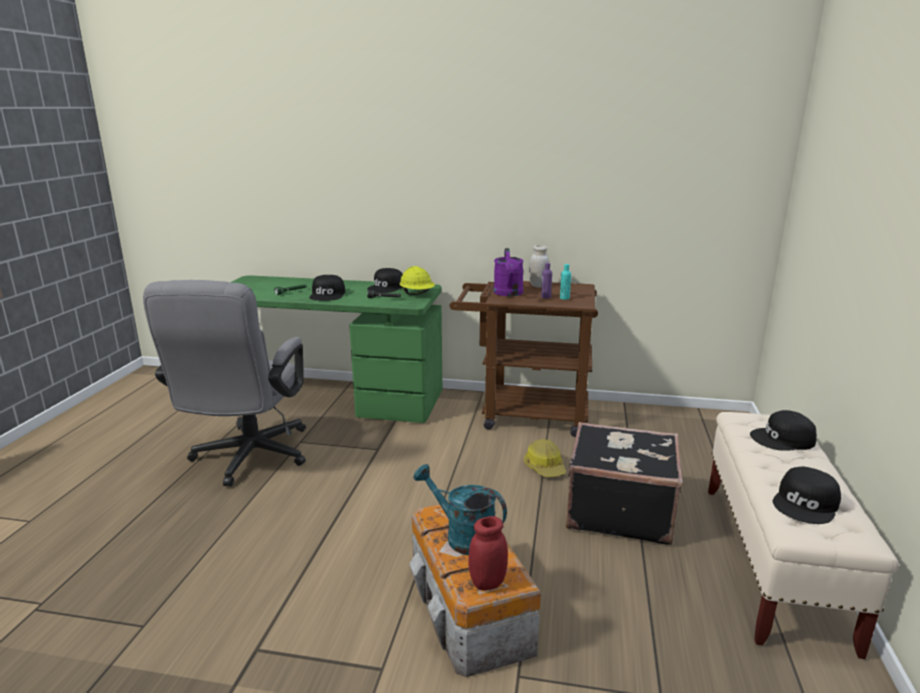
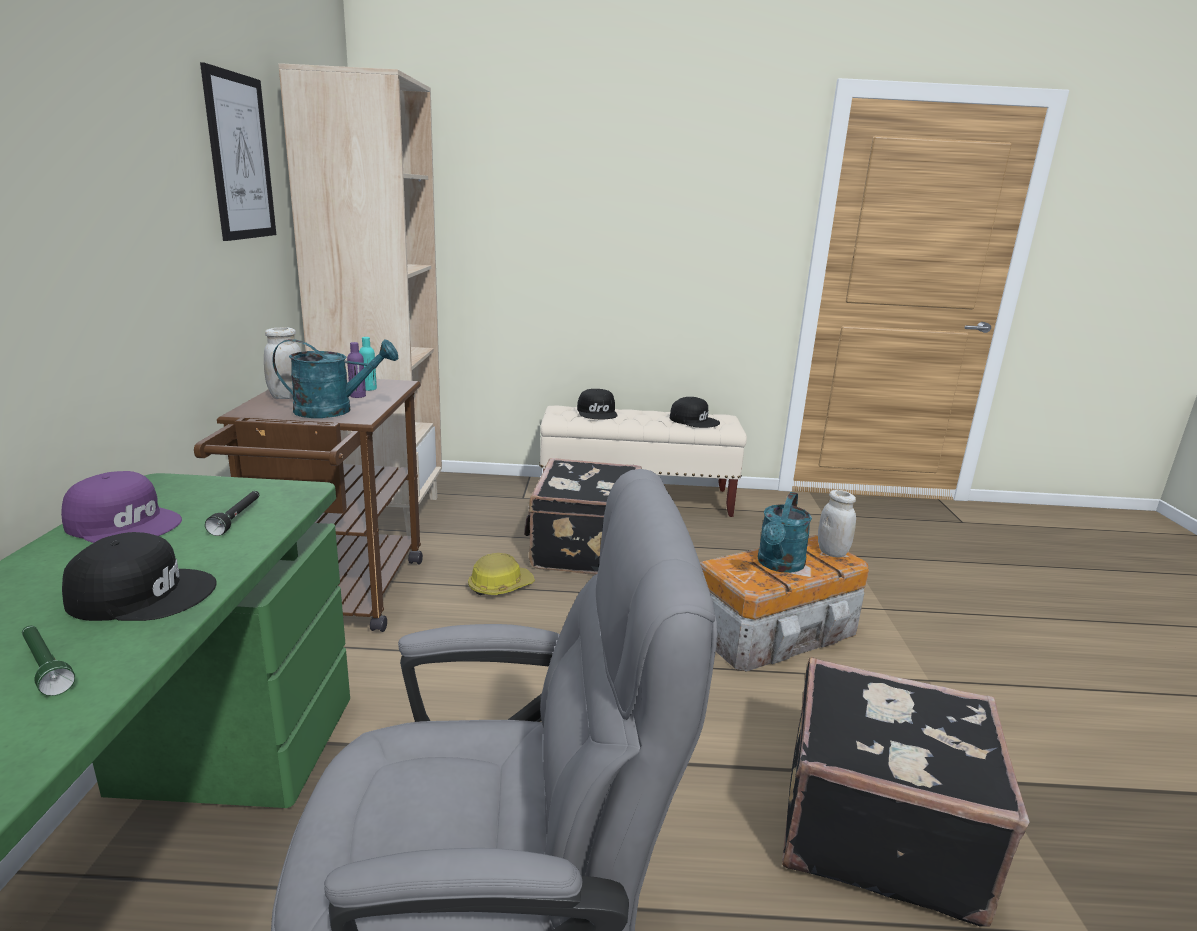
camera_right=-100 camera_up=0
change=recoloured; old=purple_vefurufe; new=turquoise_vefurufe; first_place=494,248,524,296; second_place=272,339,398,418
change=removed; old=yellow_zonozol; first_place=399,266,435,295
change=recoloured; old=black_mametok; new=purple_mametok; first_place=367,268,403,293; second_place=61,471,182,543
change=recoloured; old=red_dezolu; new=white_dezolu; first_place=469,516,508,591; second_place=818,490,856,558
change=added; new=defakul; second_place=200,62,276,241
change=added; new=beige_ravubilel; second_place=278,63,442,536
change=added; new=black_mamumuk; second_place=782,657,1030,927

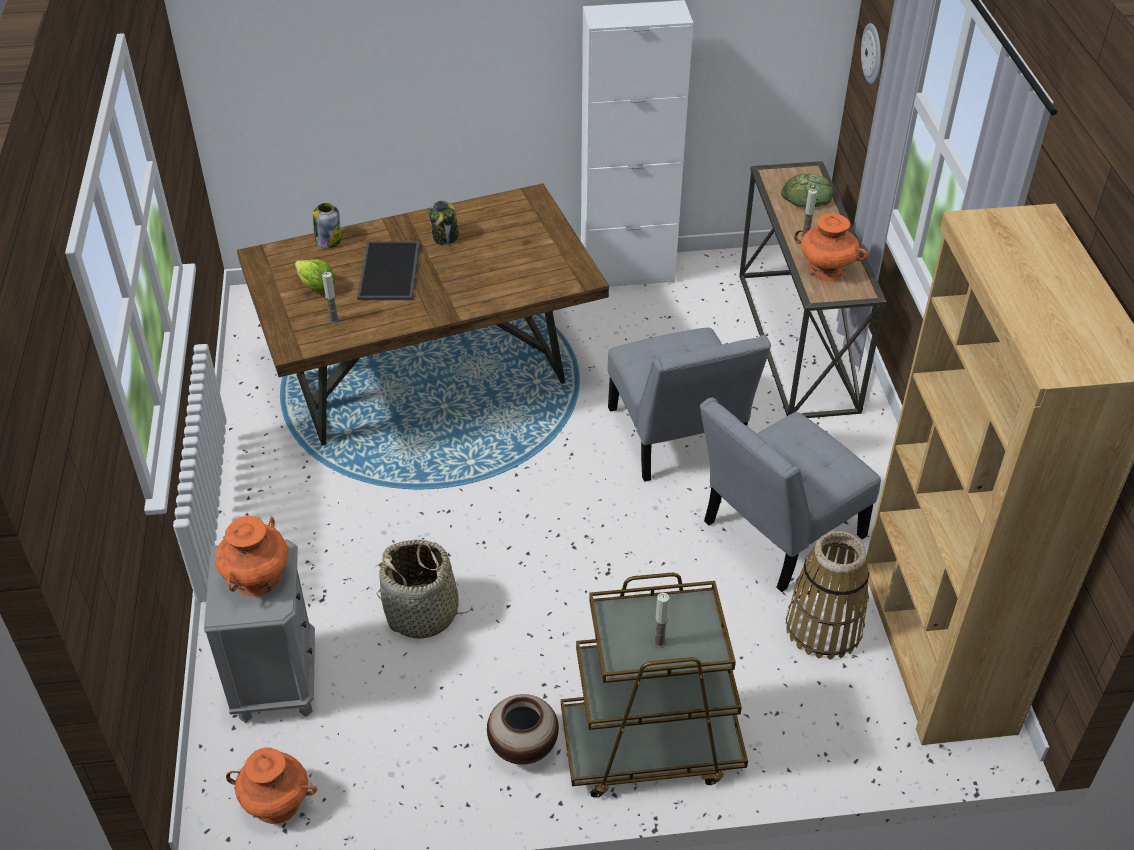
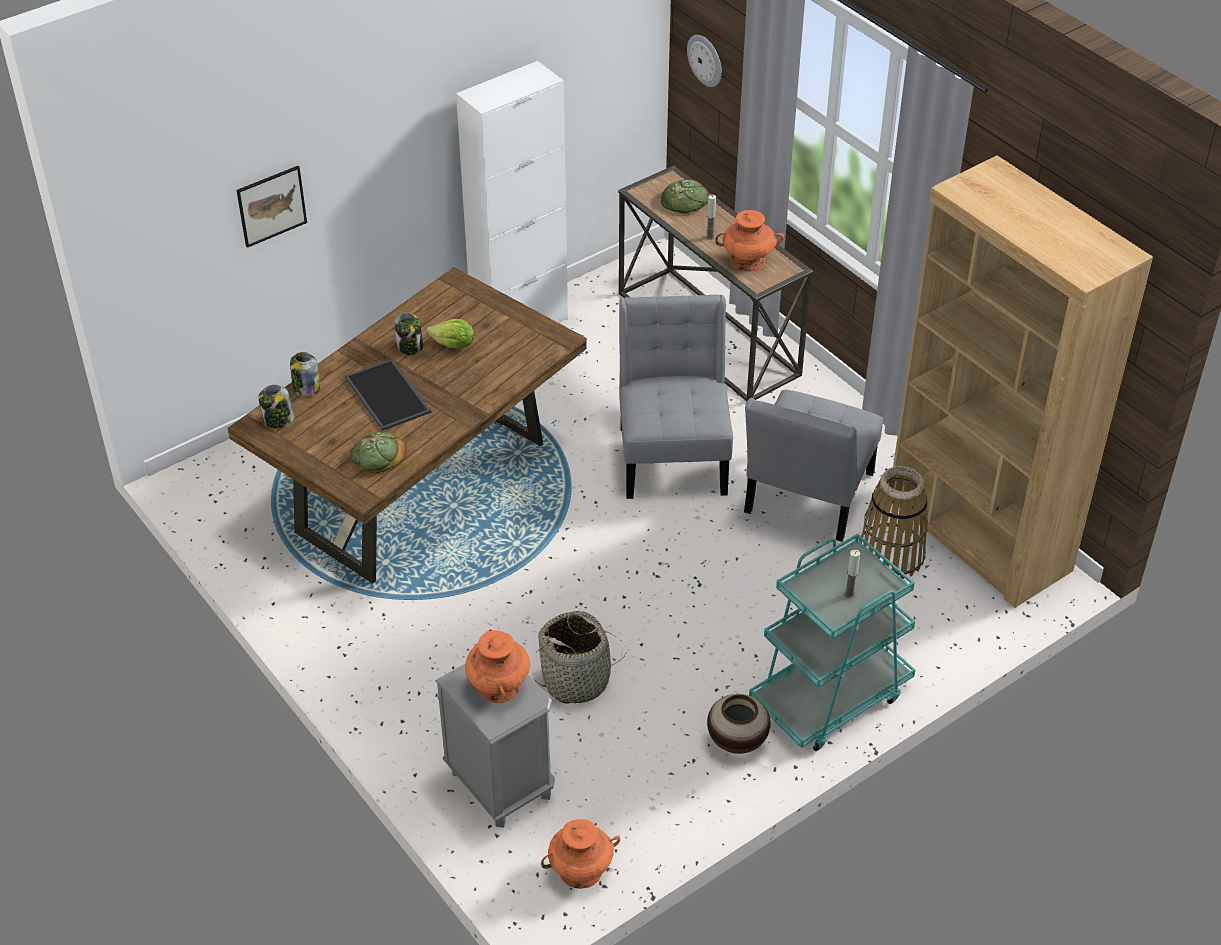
camera_right=-30 camera_up=0
change=moved; old=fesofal; first_place=295,260,335,292; second_place=427,319,474,349
change=replaced; old=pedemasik; new=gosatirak; first_place=322,272,339,323; second_place=350,431,407,474
change=turned; old=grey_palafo; first_place=608,328,771,482; second_place=619,295,733,499; degrees=-135
change=recoloured; old=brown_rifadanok; new=turquoise_rifadanok; first_place=561,573,748,798; second_place=749,533,915,751
change=added; new=defakul; second_place=237,166,307,248
change=added; new=dezolu; second_place=258,385,294,429

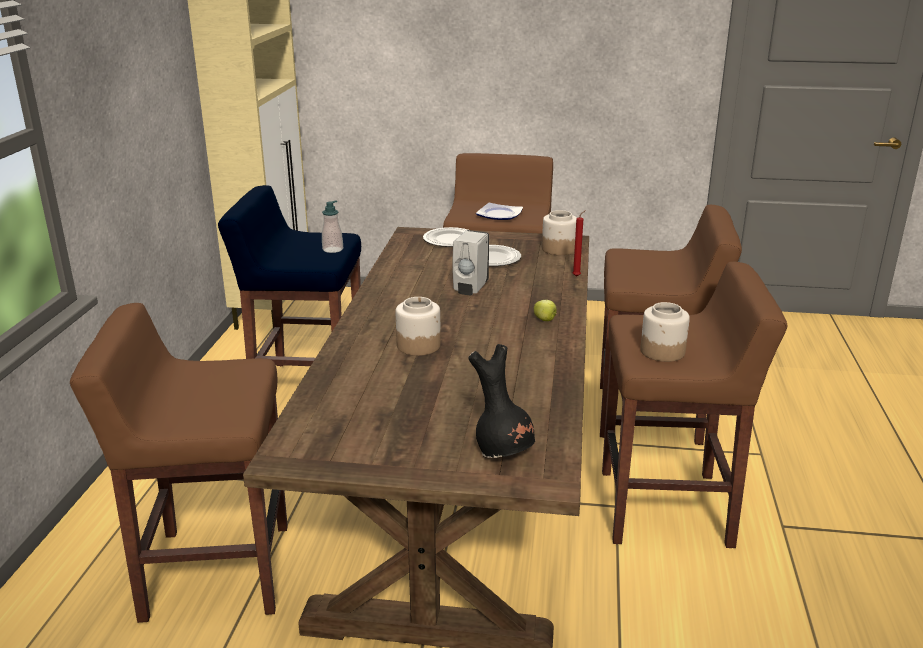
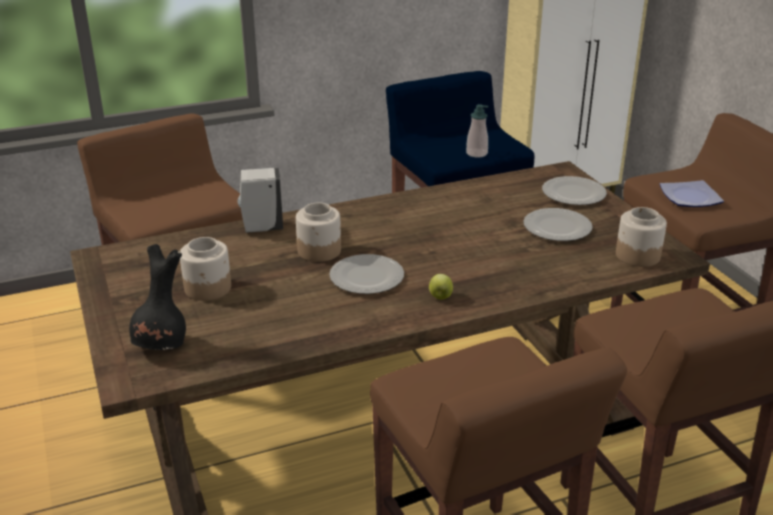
camera_right=60 camera_up=5
change=removed; old=red_pedemasik; first_place=573,210,586,277
change=moved; old=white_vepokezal; first_place=452,230,489,296; second_place=237,168,283,233
change=moved; old=dezolu; first_place=640,302,690,362; second_place=180,237,231,301
change=added; new=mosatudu; second_place=329,254,404,294

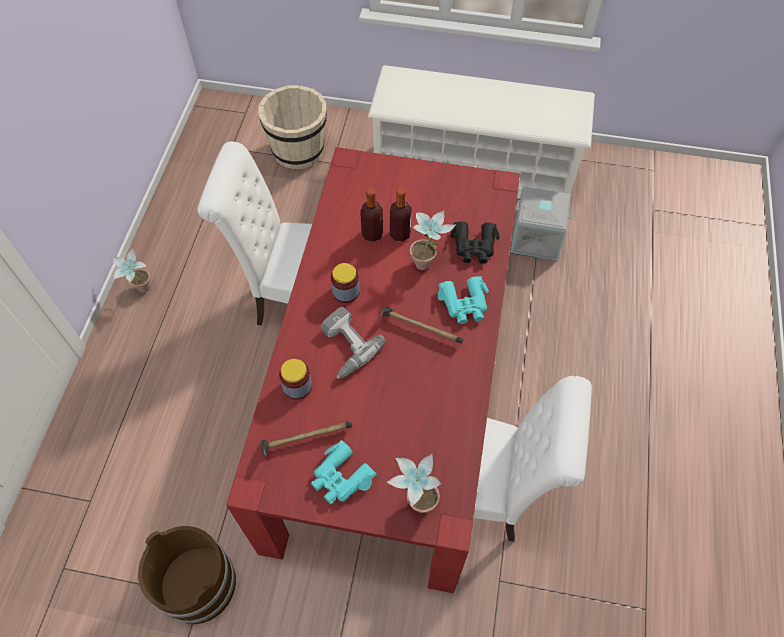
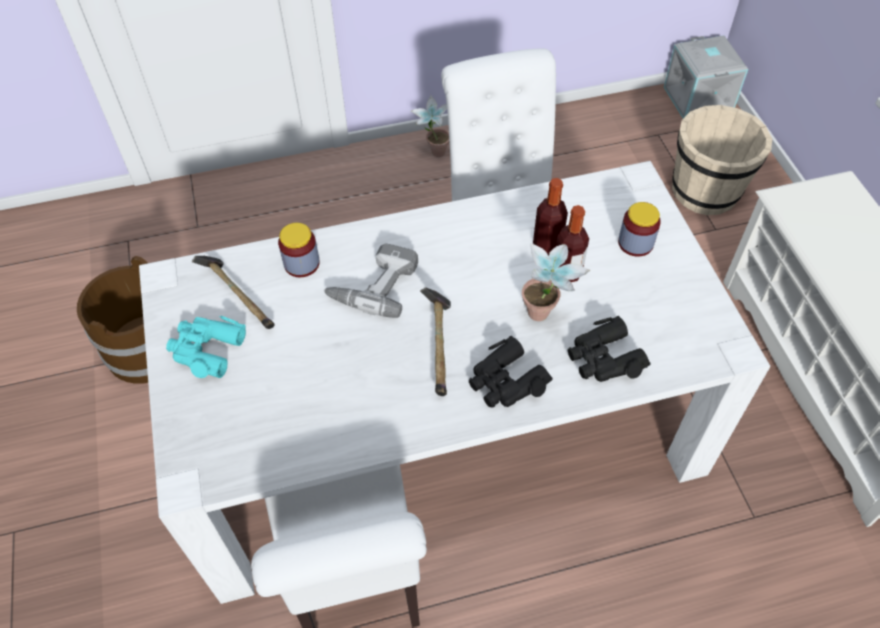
camera_right=65 camera_up=-5
change=recoloured; old=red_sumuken; new=white_sumuken; first_place=226,147,520,593; second_place=139,161,770,604
change=moved; old=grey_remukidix; first_place=510,186,573,260; second_place=664,35,748,118
change=moved; old=dezolu; first_place=331,263,360,303; second_place=618,202,661,257
change=recoloured; old=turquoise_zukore; new=black_zukore; first_place=438,276,489,324; second_place=469,335,553,407
change=removed; old=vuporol; first_place=386,454,441,513

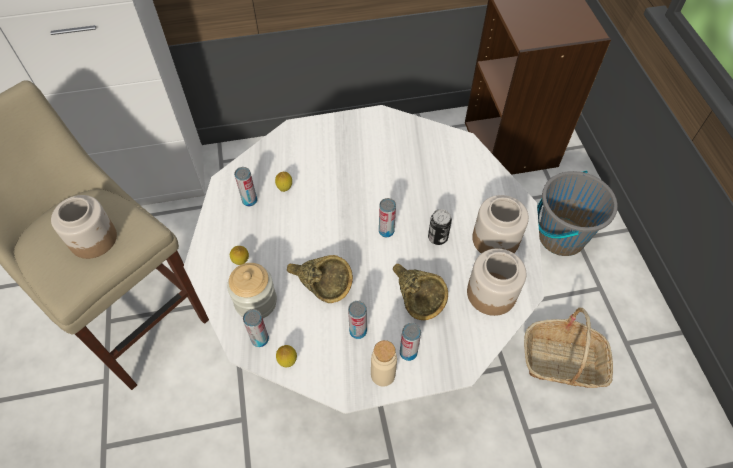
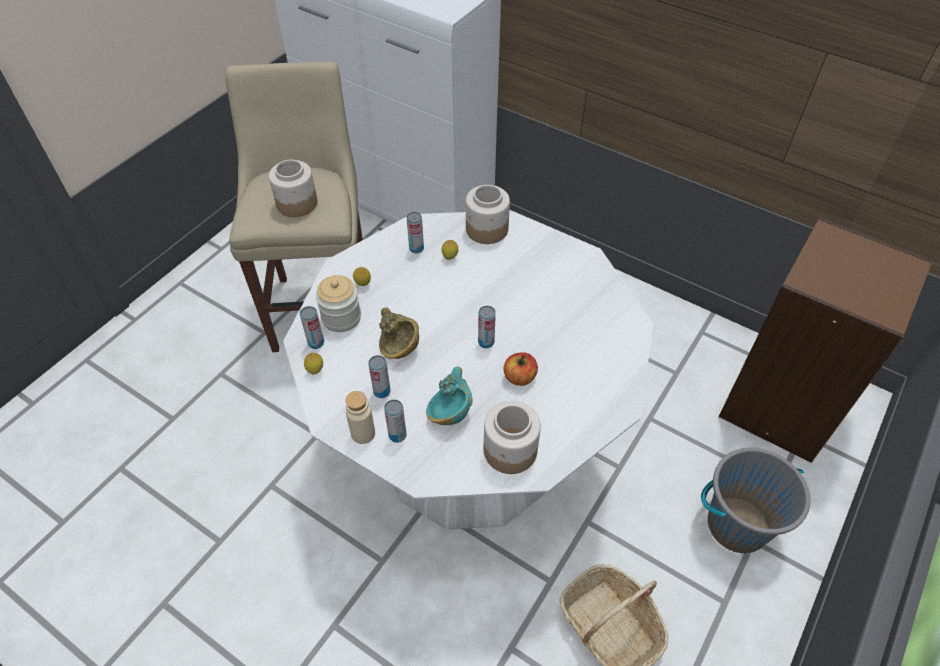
camera_right=45 camera_up=-5
change=moved; old=dezolu; first_place=472,195,529,253; second_place=466,185,510,244
change=replaced; old=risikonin; new=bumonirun; first_place=428,209,452,245; second_place=503,352,538,386
change=recoloured; old=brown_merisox; new=turquoise_merisox; first_place=393,264,448,320; second_place=426,367,473,425

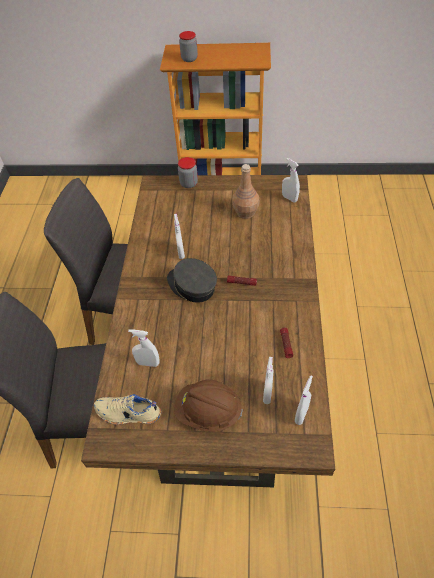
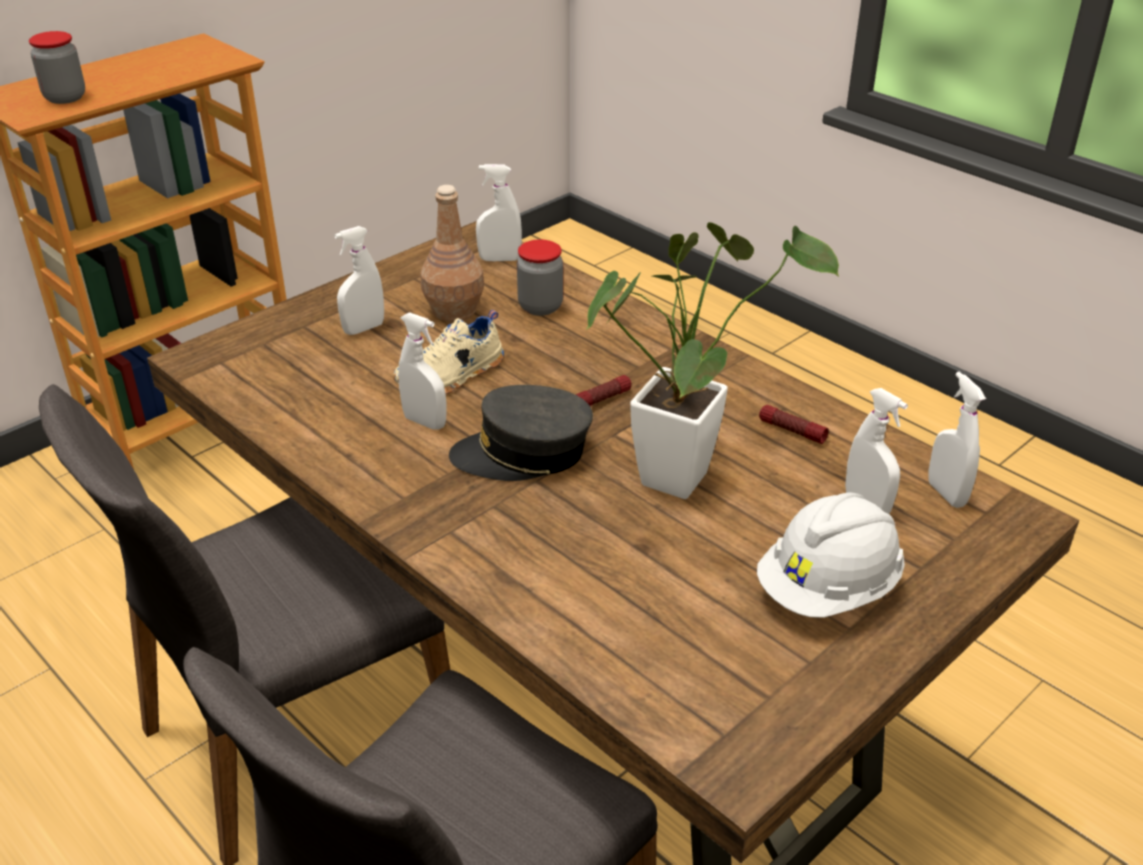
camera_right=-50 camera_up=-15
change=moved; old=dezolu; first_place=178,157,198,188; second_place=517,239,563,316
change=moved; old=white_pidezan; first_place=128,329,159,367; second_place=334,226,384,335
change=recoloured; old=brown_zonozol; new=white_zonozol; first_place=175,379,243,432; second_place=757,492,905,618
change=moved; old=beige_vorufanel; first_place=94,394,161,425; second_place=393,310,504,394
change=added; new=vuporol; second_place=586,222,839,499

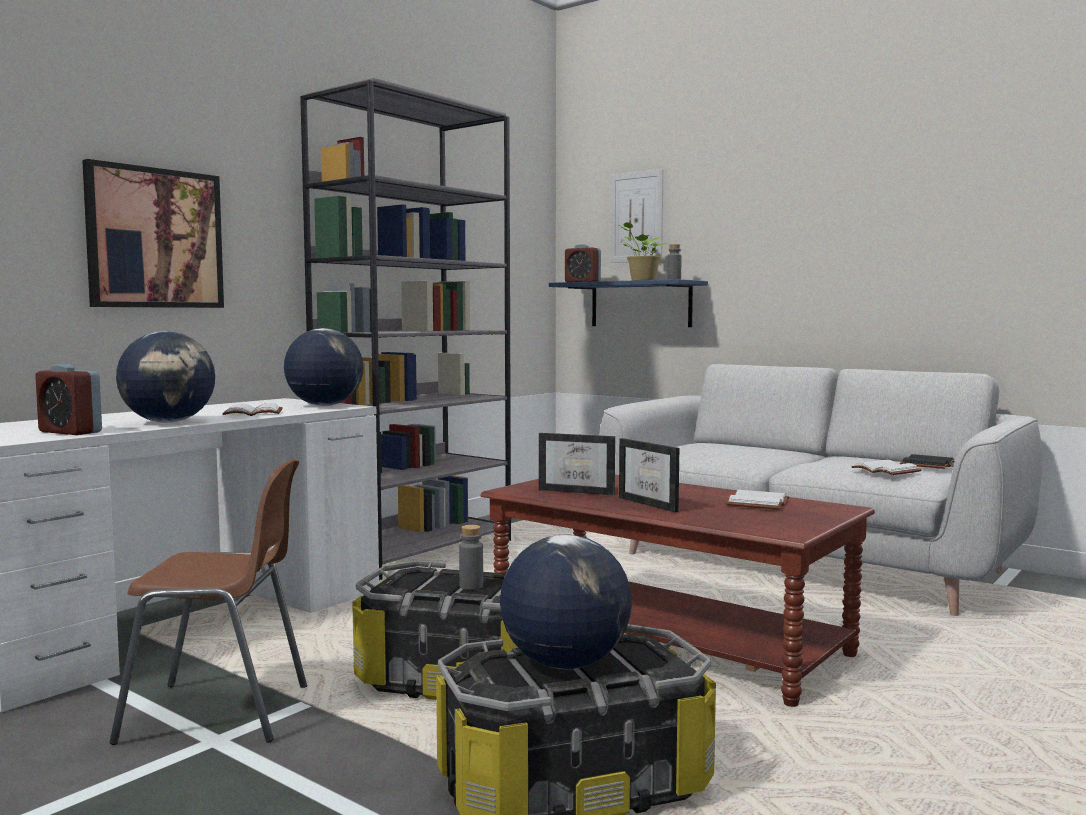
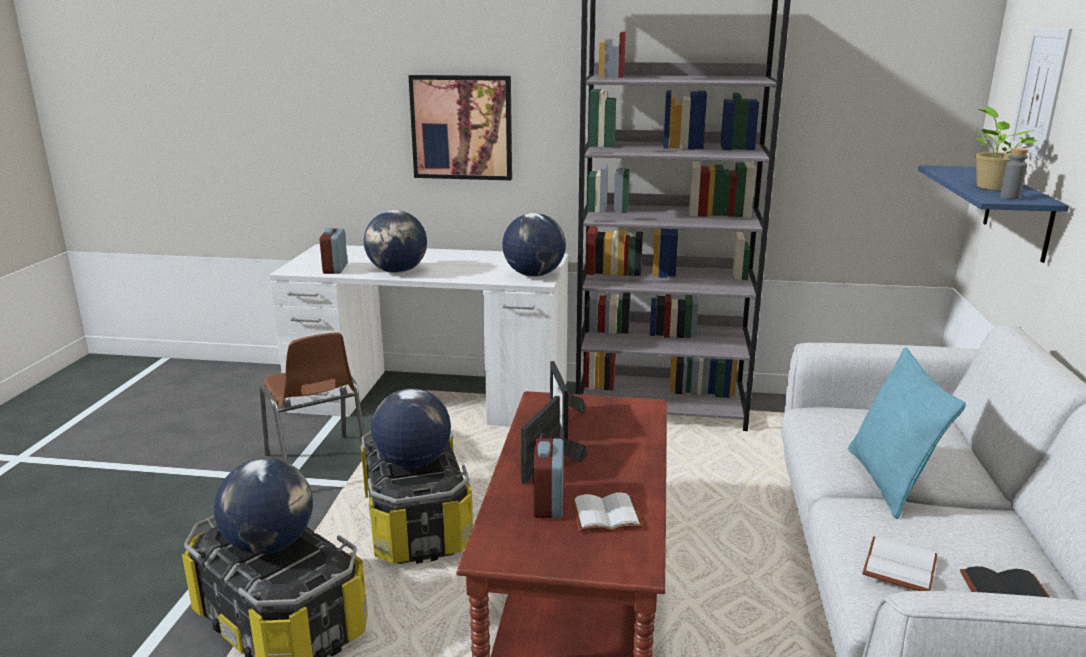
camera_right=60 camera_up=15
change=moved; old=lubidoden; first_place=565,244,601,282; second_place=533,438,564,518
change=removed; old=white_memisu; first_place=222,403,283,416
change=replaced; old=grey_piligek; new=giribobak; first_place=459,525,483,590; second_place=371,388,451,468
change=added; new=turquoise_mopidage; second_place=848,347,966,519

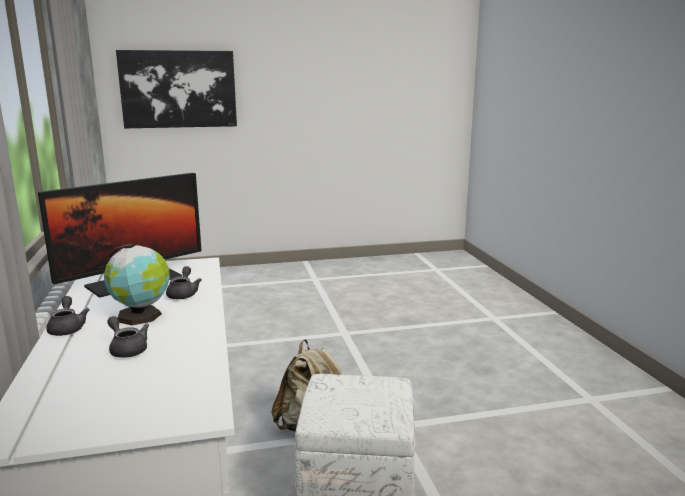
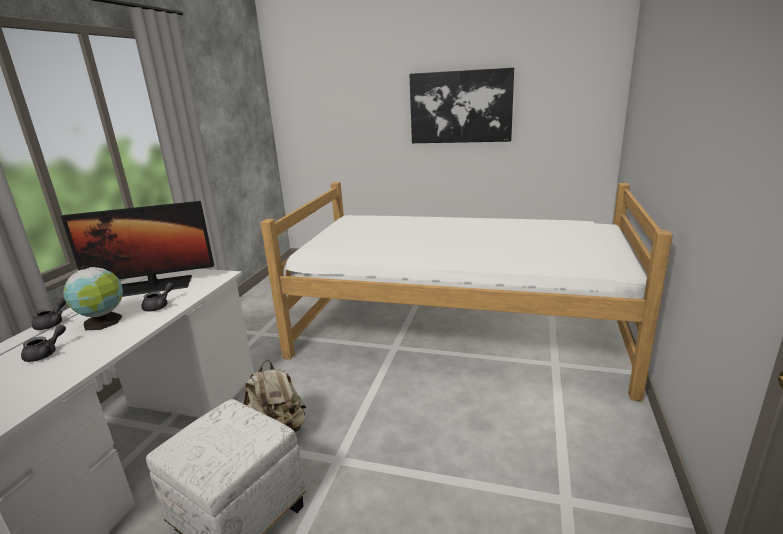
camera_right=30 camera_up=5
change=moved; old=defakul; first_place=116,50,237,128; second_place=409,67,514,143
change=turned; old=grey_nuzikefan; first_place=107,316,149,358; second_place=21,325,66,362; degrees=45
change=added; new=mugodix; second_place=261,182,673,401

